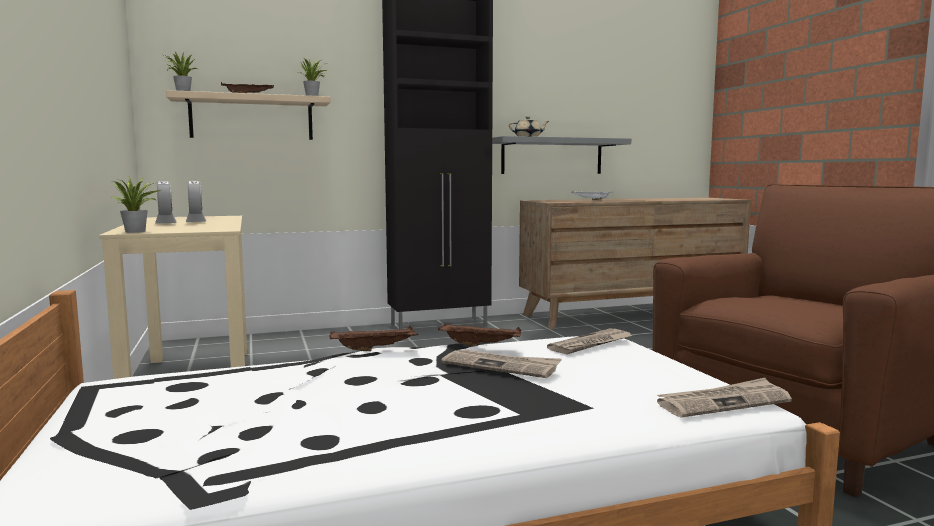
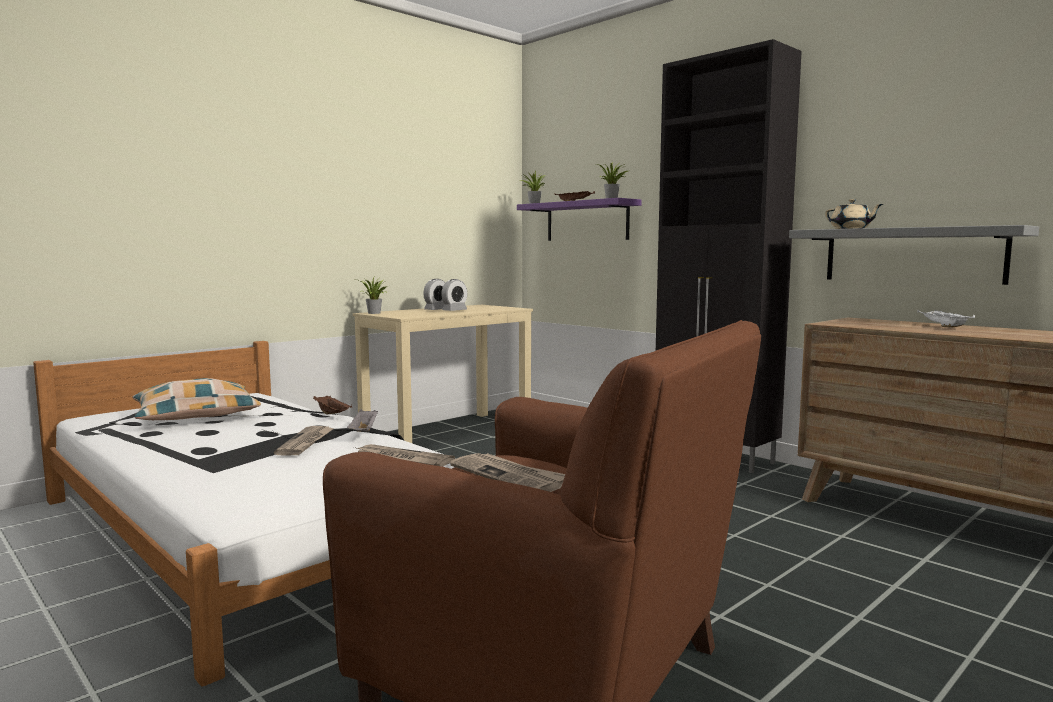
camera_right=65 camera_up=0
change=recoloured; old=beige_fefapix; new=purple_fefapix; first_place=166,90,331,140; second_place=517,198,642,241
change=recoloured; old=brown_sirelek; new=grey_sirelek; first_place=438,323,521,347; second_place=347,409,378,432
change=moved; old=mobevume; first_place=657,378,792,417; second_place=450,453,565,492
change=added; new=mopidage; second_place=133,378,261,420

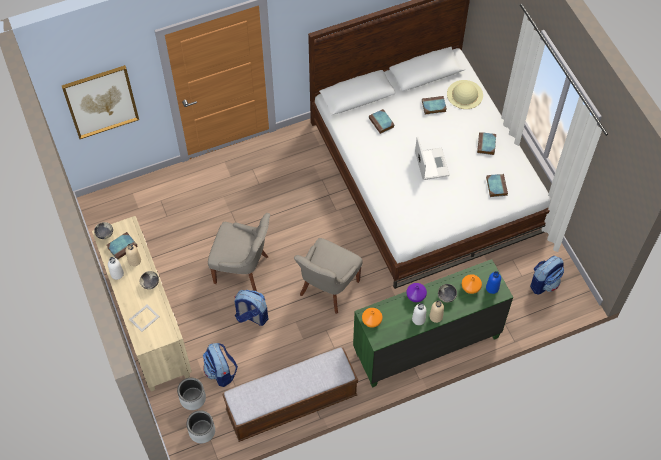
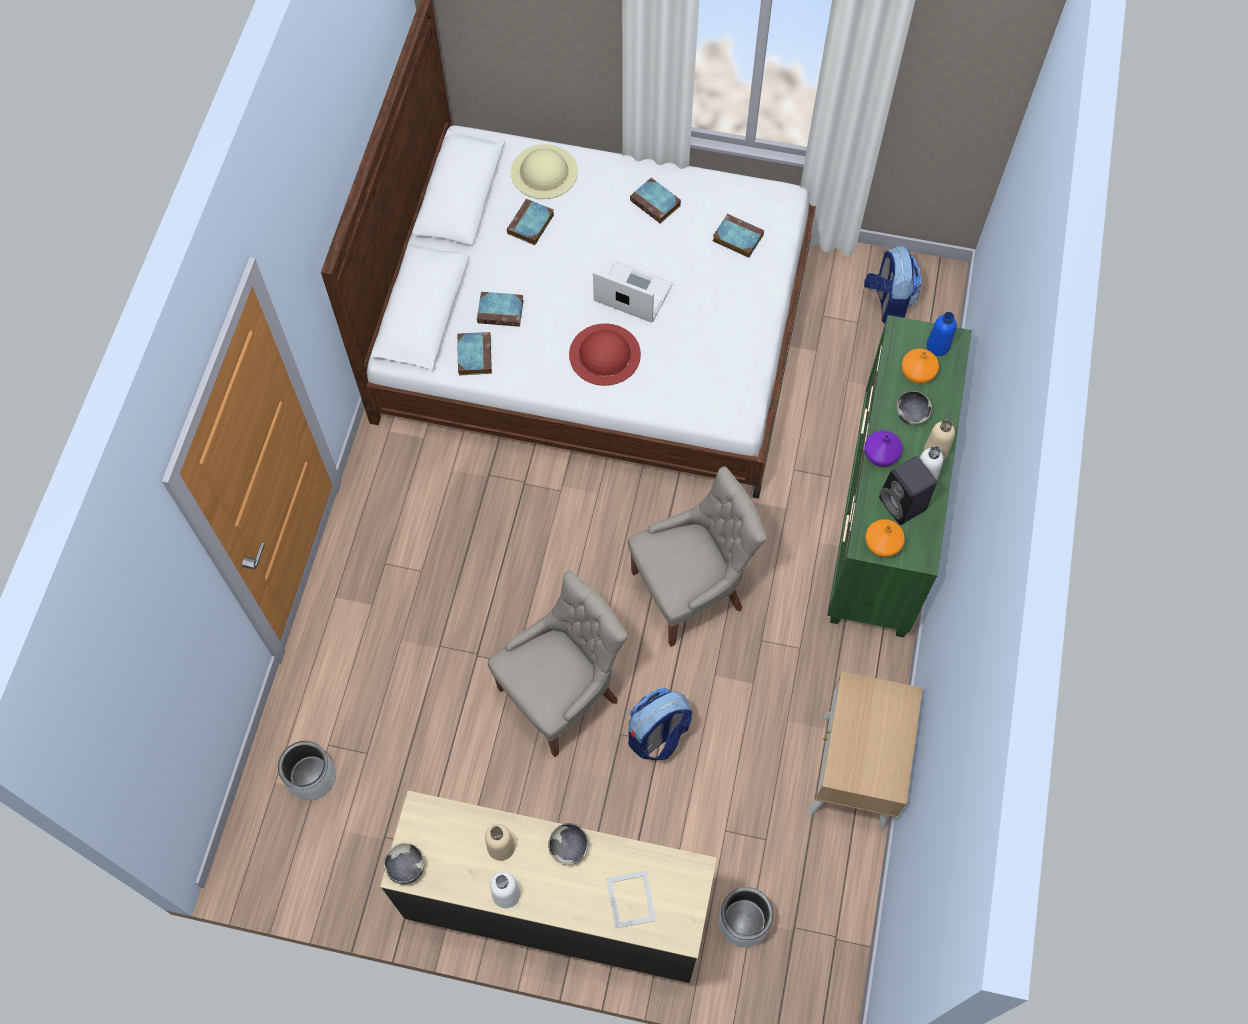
camera_right=-55 camera_up=5
change=removed; old=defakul; first_place=61,65,139,139
change=moved; old=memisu; first_place=107,232,138,259; second_place=457,332,492,376
change=turned; old=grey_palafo; first_place=294,238,363,314; second_place=628,466,767,647; degrees=-90
change=removed; old=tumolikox; first_place=203,343,238,387
change=replaced; old=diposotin; new=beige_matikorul; first_place=223,347,358,442; second_place=808,671,923,830
change=moved; old=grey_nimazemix; first_place=186,410,215,443; second_place=278,741,336,800
change=added; new=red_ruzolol; second_place=569,323,641,386
change=added; new=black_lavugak; second_place=879,456,937,525

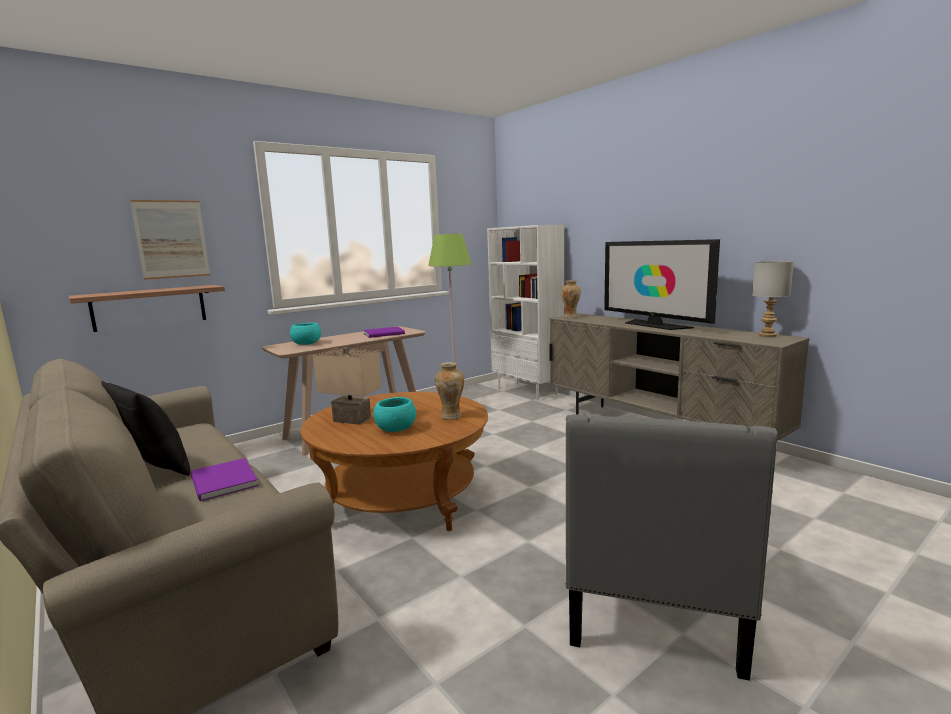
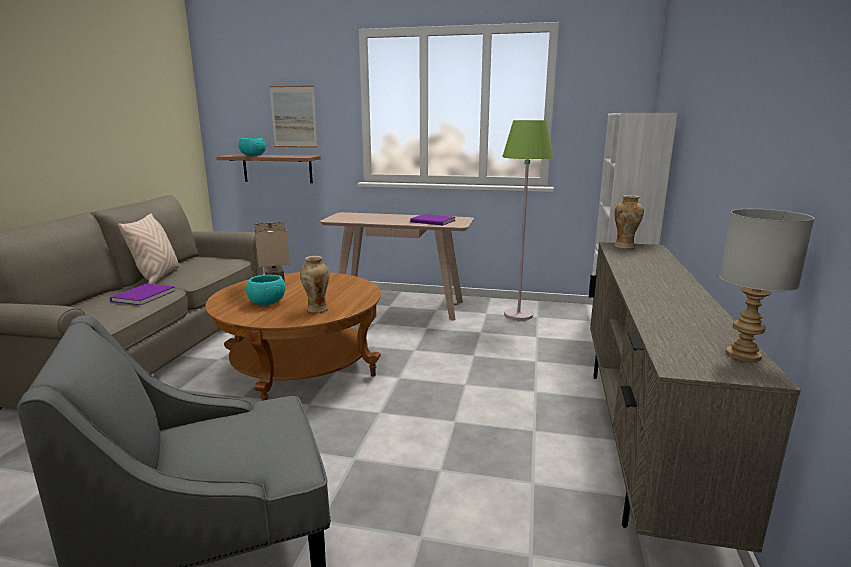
camera_right=50 camera_up=5
change=removed; old=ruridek; first_place=604,239,720,330
change=moved; old=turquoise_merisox; first_place=290,323,321,345; second_place=239,138,266,156
change=recoloured; old=black_mopidage; new=beige_mopidage; first_place=101,381,190,476; second_place=118,213,179,284

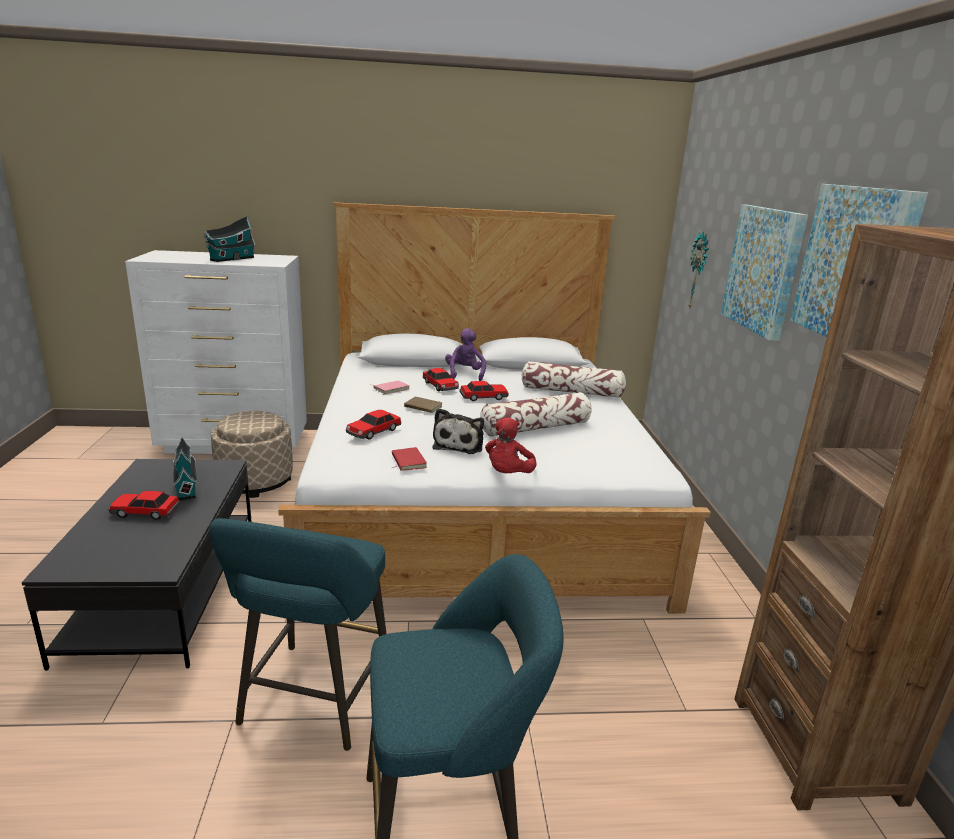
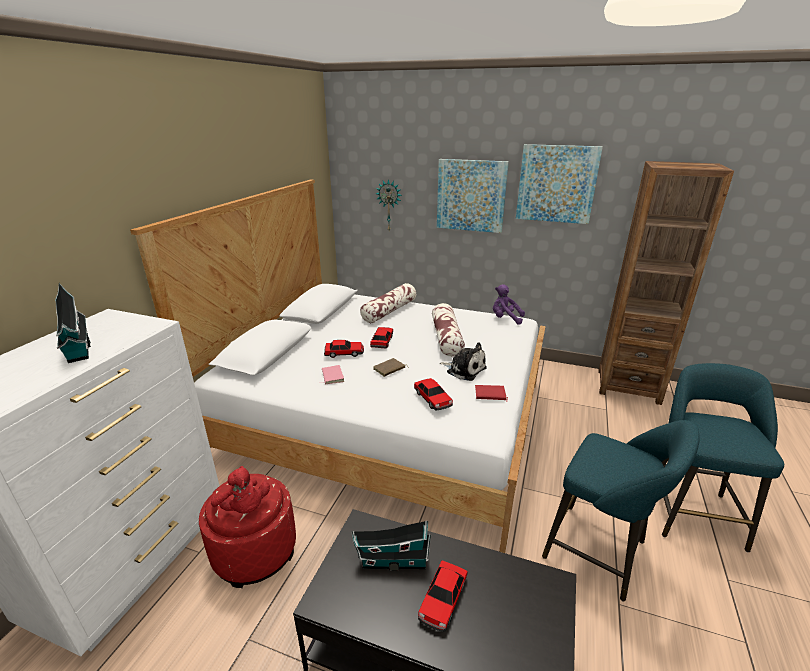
camera_right=-65 camera_up=5
change=moved; old=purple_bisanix; first_place=445,328,486,381; second_place=493,284,525,325
change=recoloured; old=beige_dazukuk; new=red_dazukuk; first_place=211,411,293,498; second_place=199,474,296,588
change=moved; old=red_bisanix; first_place=485,417,537,473; second_place=211,466,270,514

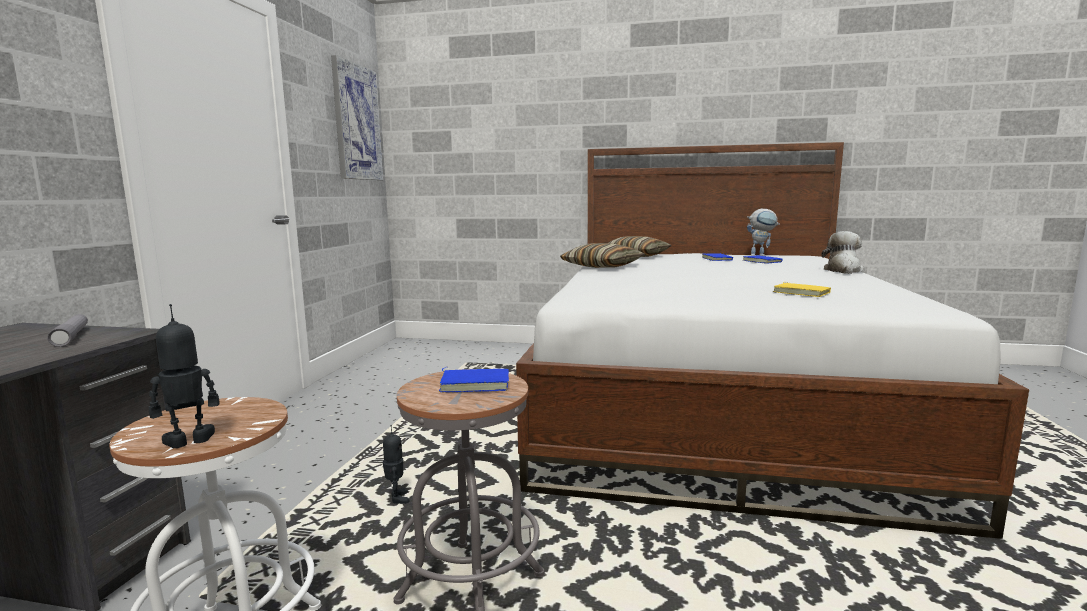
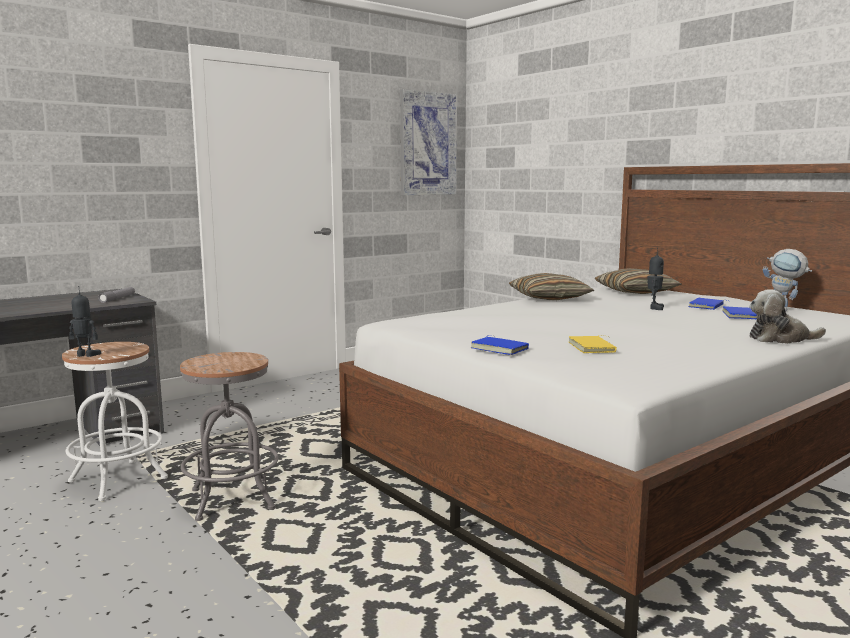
camera_right=40 camera_up=0
change=turned; old=bisanix; first_place=822,231,864,274; second_place=749,289,826,344; degrees=-150
change=moved; old=blue_memisu; first_place=438,367,509,392; second_place=470,335,529,355
change=moved; old=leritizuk; first_place=383,425,410,504; second_place=647,248,664,310

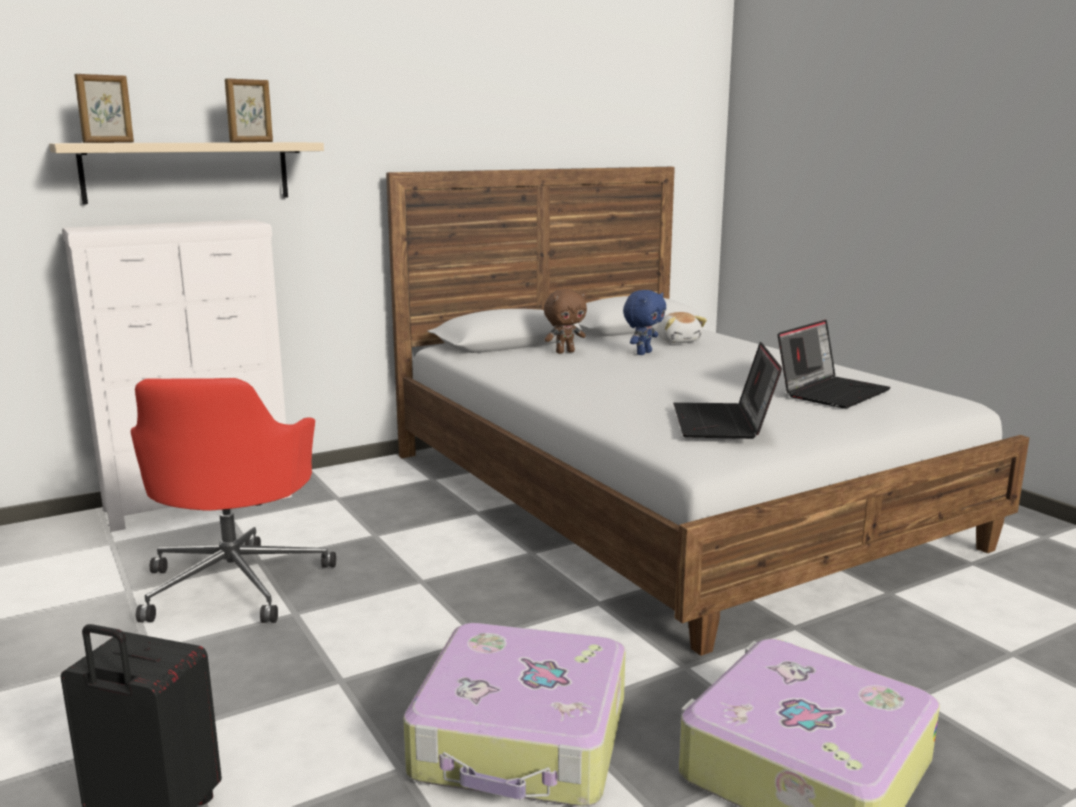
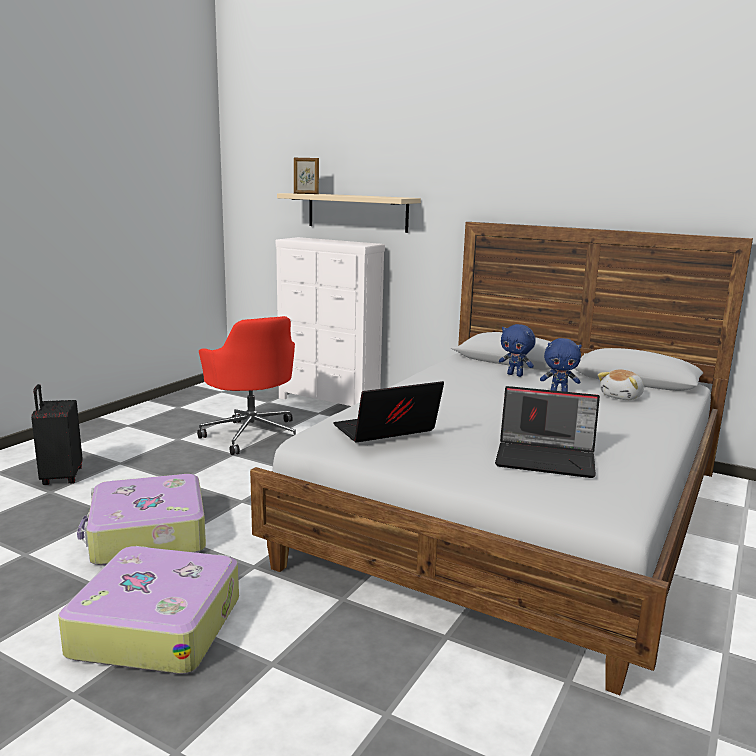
camera_right=60 camera_up=0
change=removed; old=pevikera; first_place=225,78,273,142
change=recoloured; old=brown_bisanix; new=blue_bisanix; first_place=544,289,587,354; second_place=499,324,536,377
change=turned; old=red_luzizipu; first_place=131,378,336,623; second_place=197,316,296,455; degrees=-90

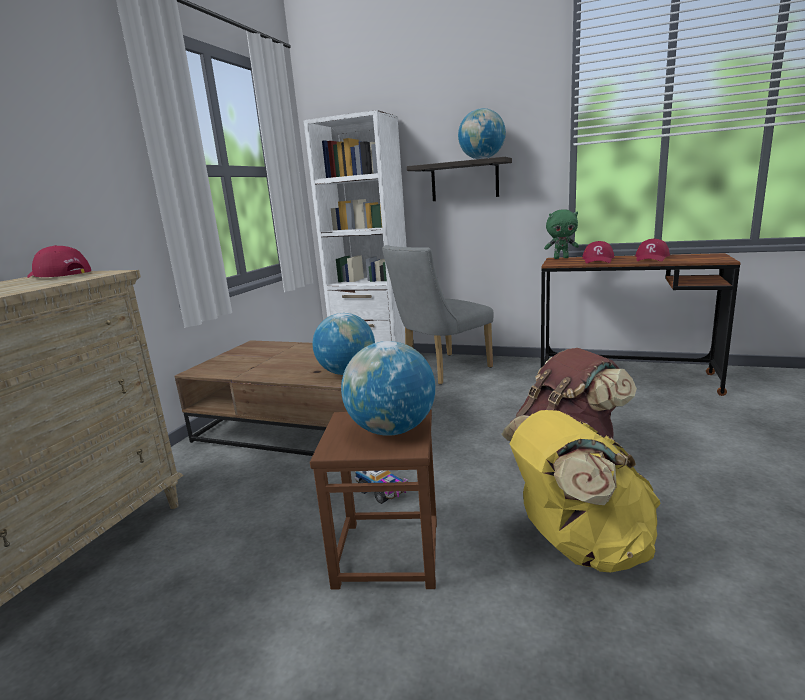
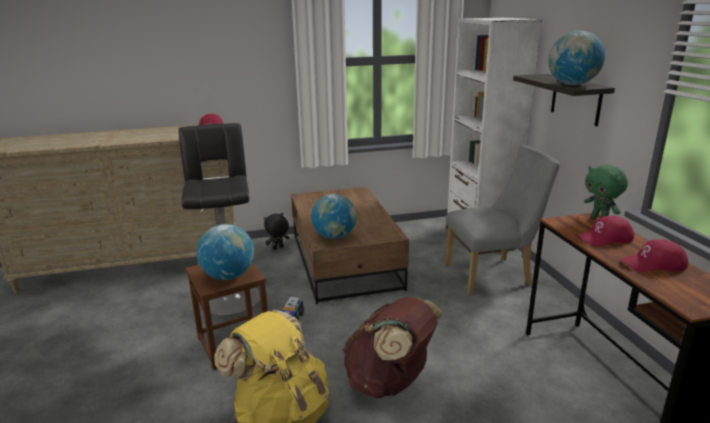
camera_right=55 camera_up=5
change=turned; old=grey_palafo; first_place=382,245,494,385; second_place=445,145,560,295; degrees=150
change=added; new=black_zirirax; second_place=179,123,260,316
change=added; new=black_bisanix; second_place=264,213,290,250

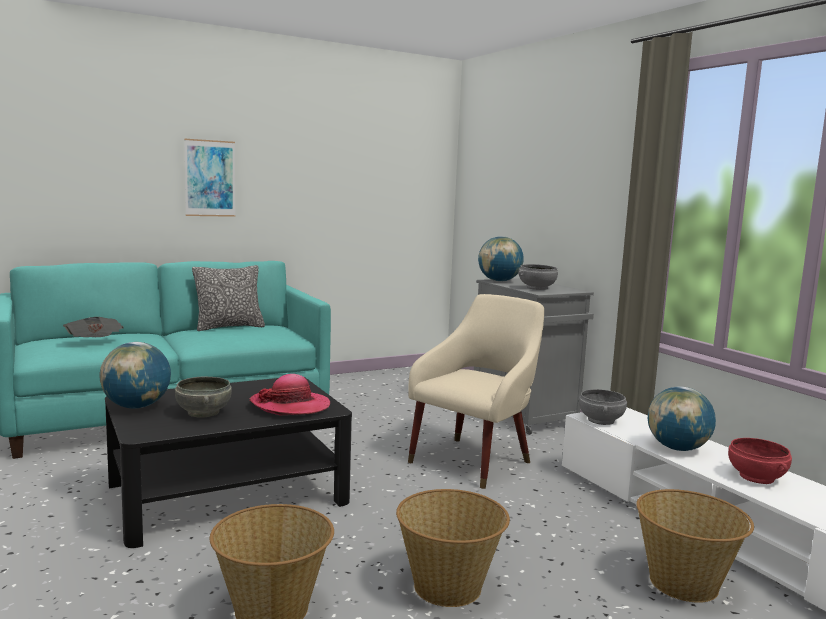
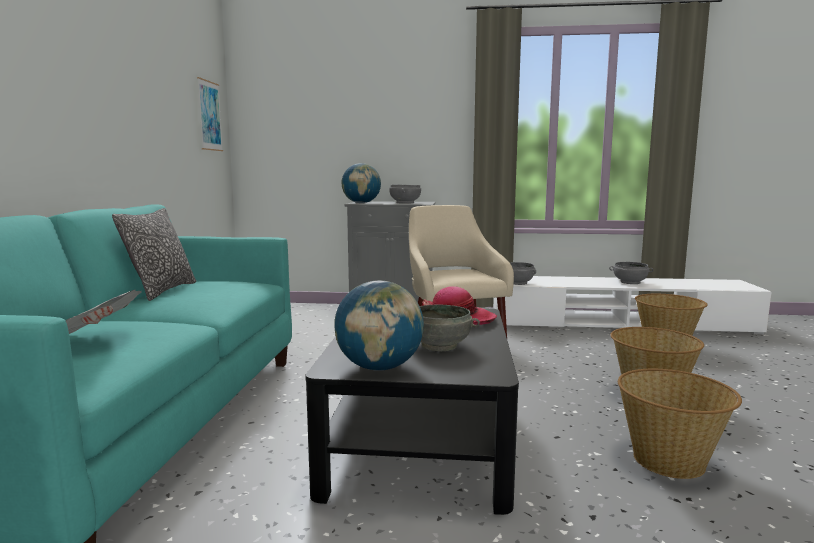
camera_right=-55 camera_up=0
change=moved; old=defakul; first_place=184,139,235,217; second_place=197,77,223,151
change=removed; old=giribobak; first_place=648,386,716,451
change=recoloured; old=red_merisox; new=grey_merisox; first_place=728,438,792,484; second_place=609,262,653,284

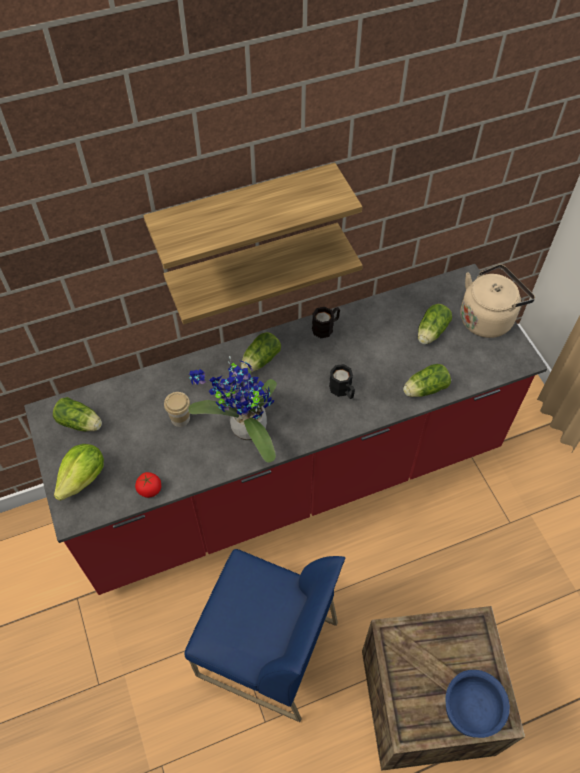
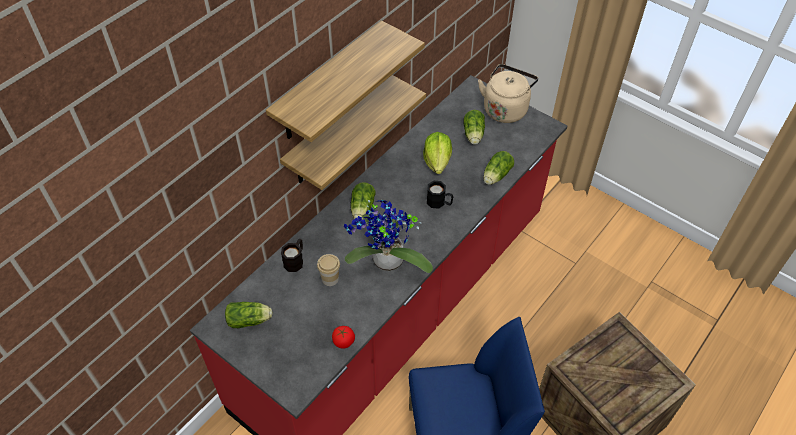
camera_right=-30 camera_up=-5
change=moved; old=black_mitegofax; first_place=312,307,340,338; second_place=281,239,303,272
change=moved; old=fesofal; first_place=54,444,104,501; second_place=423,132,452,174
change=removed; old=blue_merisox; first_place=445,670,510,738

